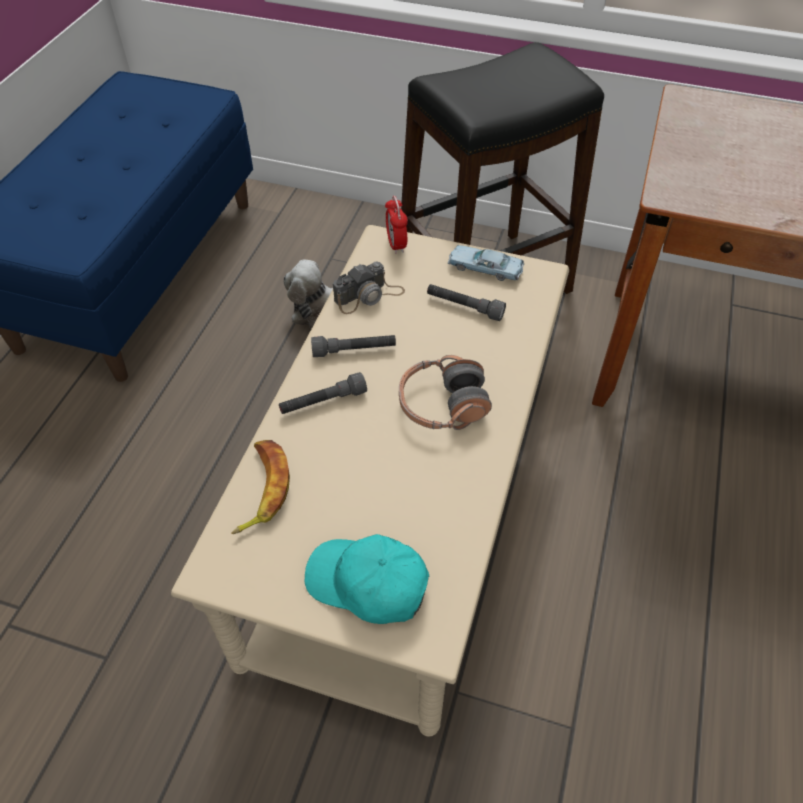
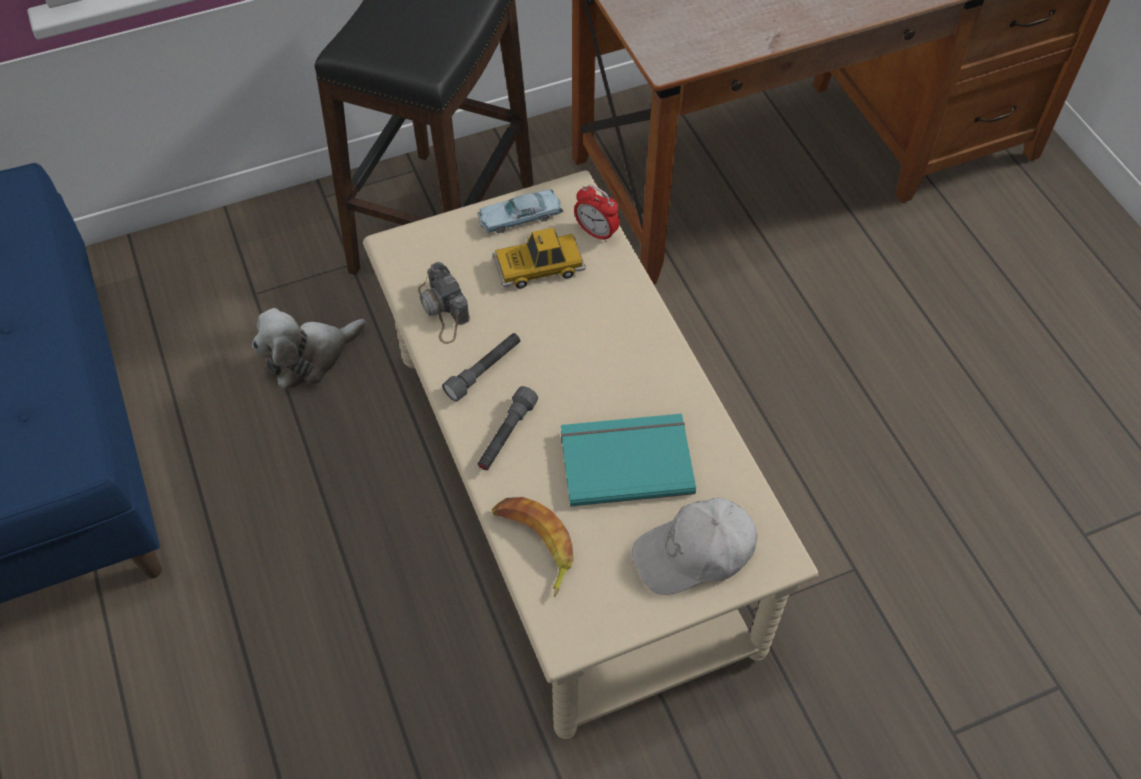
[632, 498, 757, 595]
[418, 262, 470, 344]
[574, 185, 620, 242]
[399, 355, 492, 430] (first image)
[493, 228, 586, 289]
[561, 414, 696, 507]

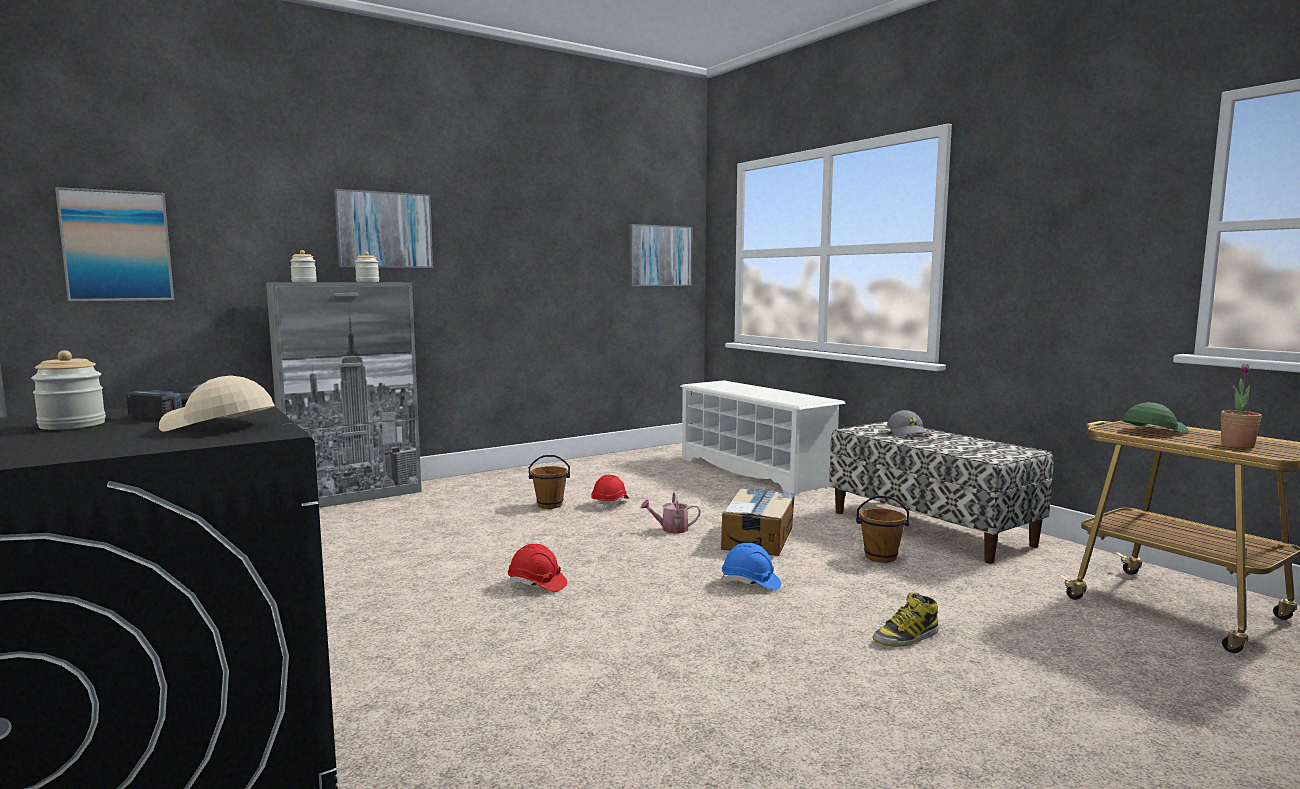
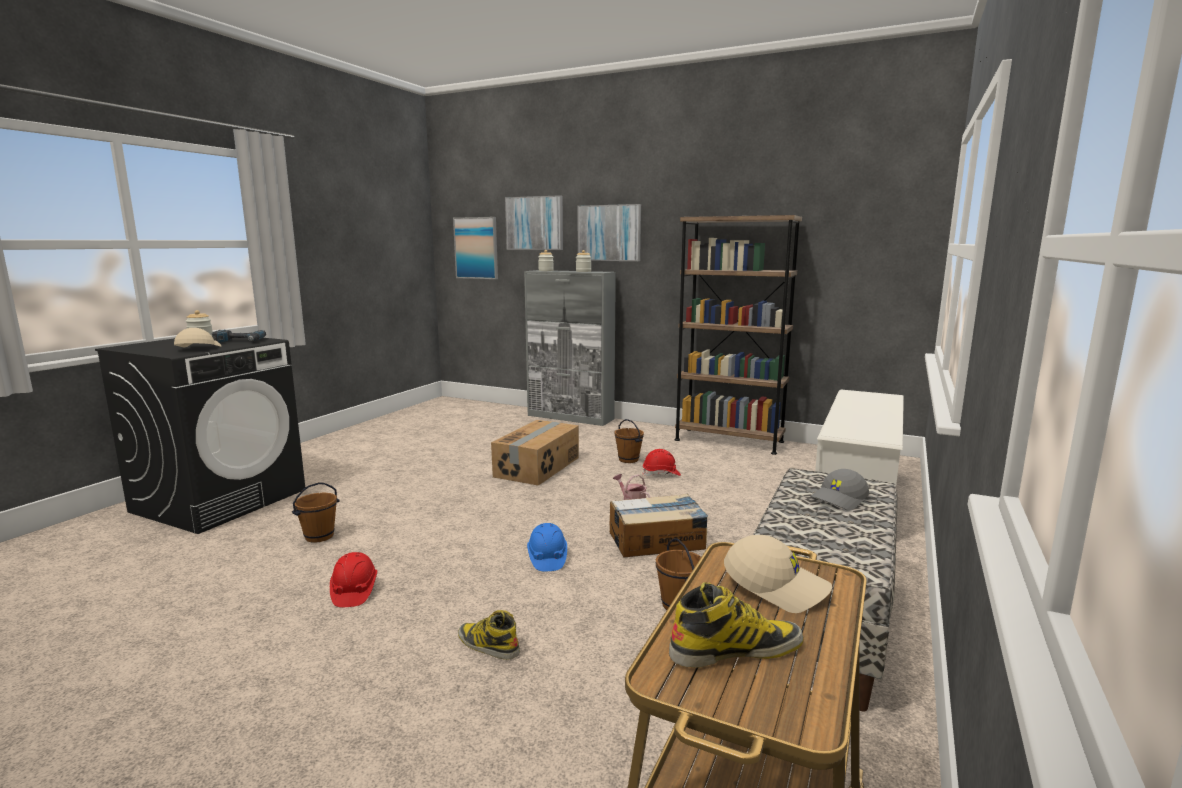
[330, 552, 377, 607]
[505, 195, 563, 250]
[724, 535, 832, 613]
[669, 582, 804, 668]
[292, 482, 340, 543]
[491, 420, 579, 486]
[674, 215, 802, 455]

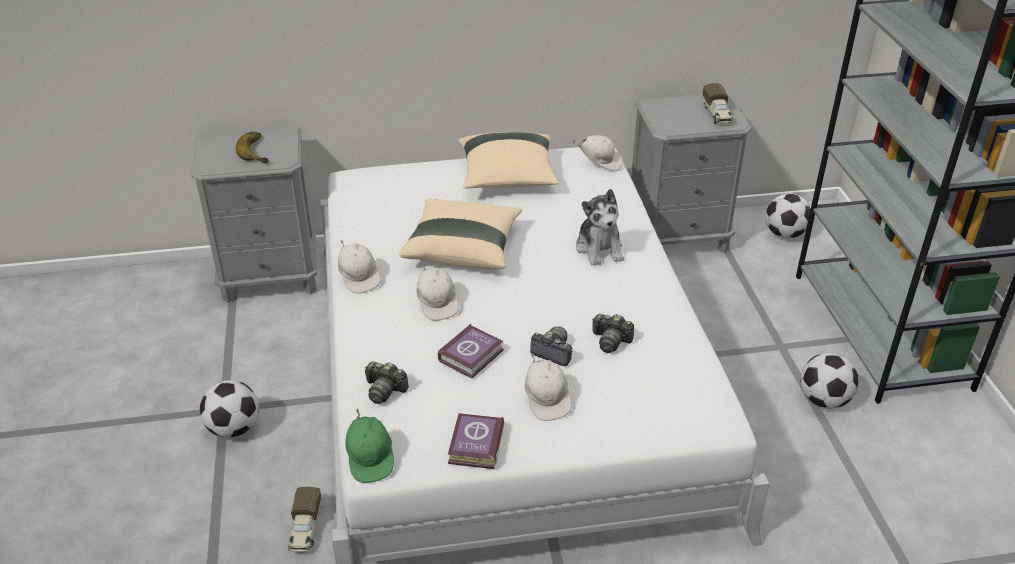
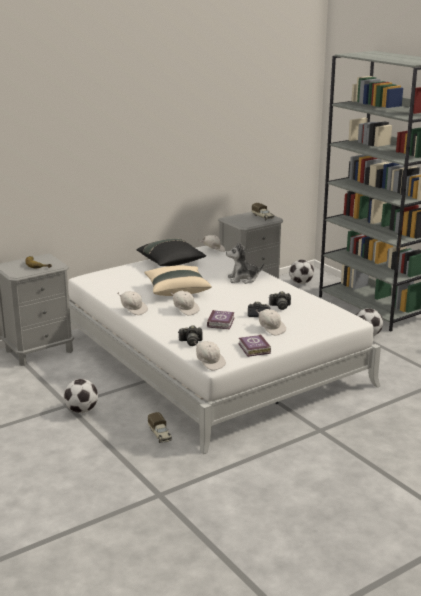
[194, 341, 226, 371]
[137, 238, 206, 266]
[226, 242, 264, 284]

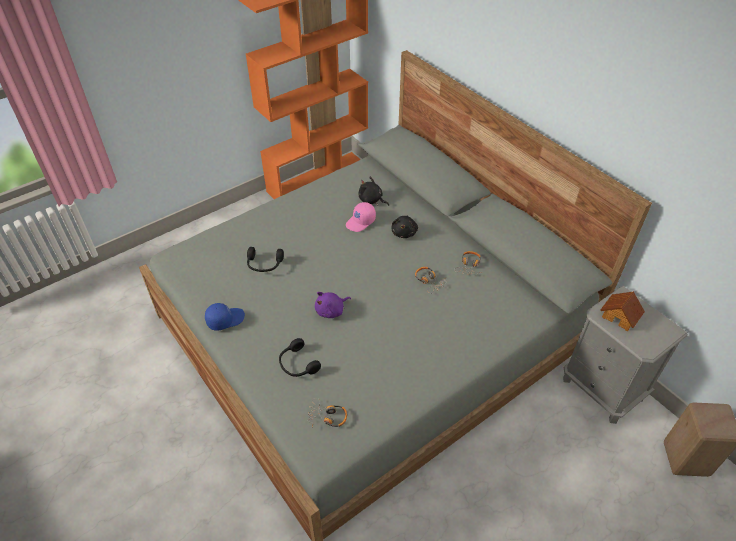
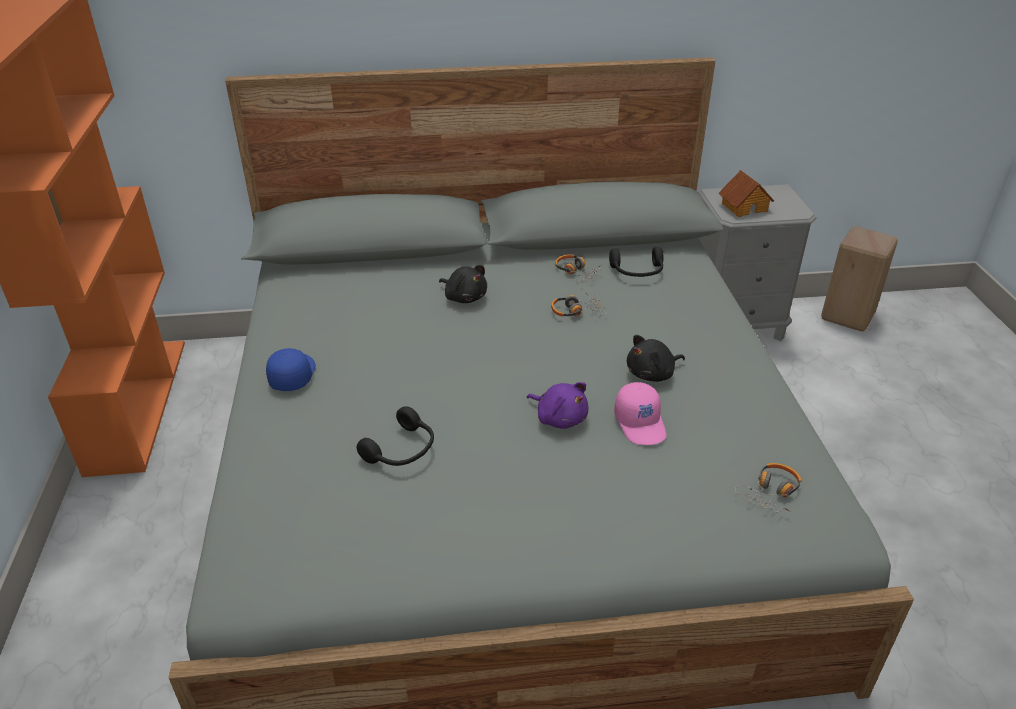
[266, 348, 316, 391]
[609, 247, 664, 277]
[527, 382, 588, 429]
[614, 382, 667, 445]
[627, 335, 685, 382]

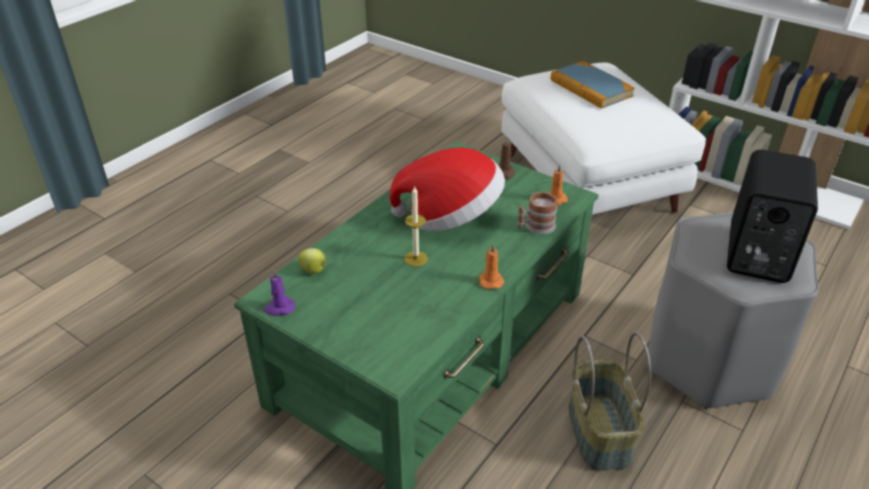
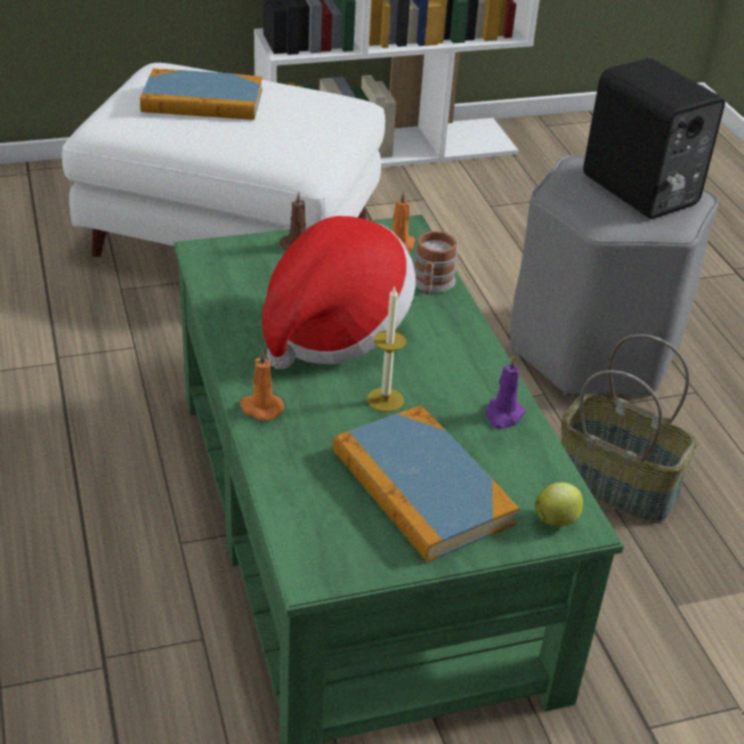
[485, 356, 525, 429]
[535, 482, 583, 526]
[240, 349, 284, 421]
[333, 405, 519, 563]

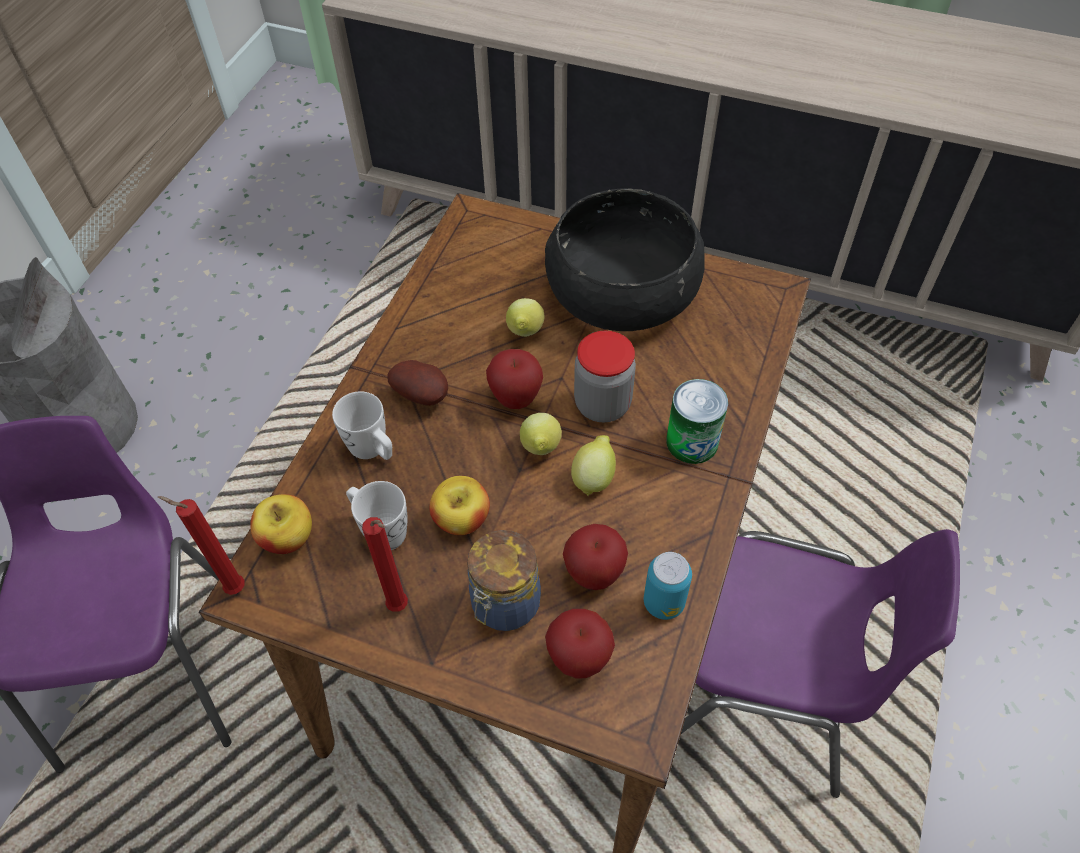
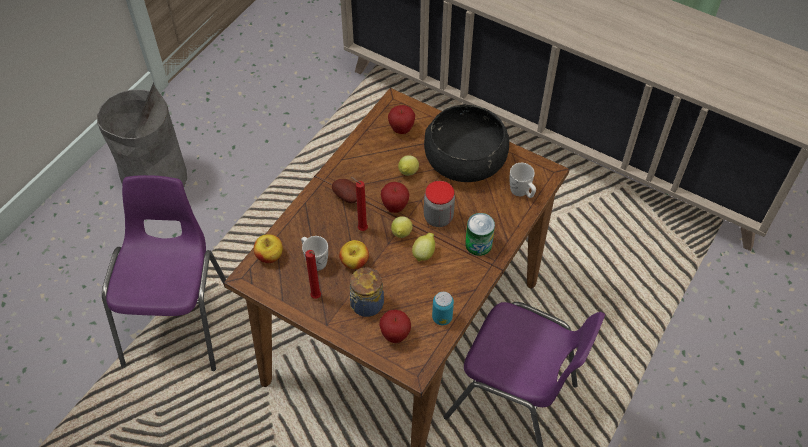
[351, 177, 368, 231]
[509, 163, 536, 198]
[388, 105, 415, 134]

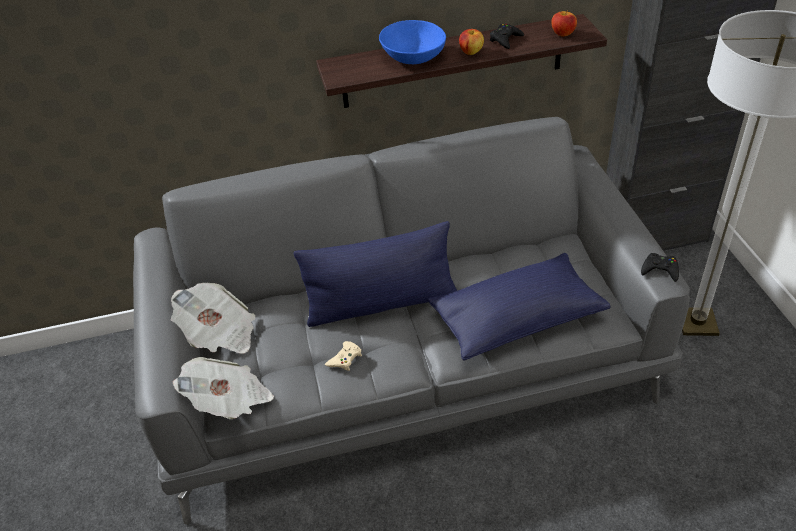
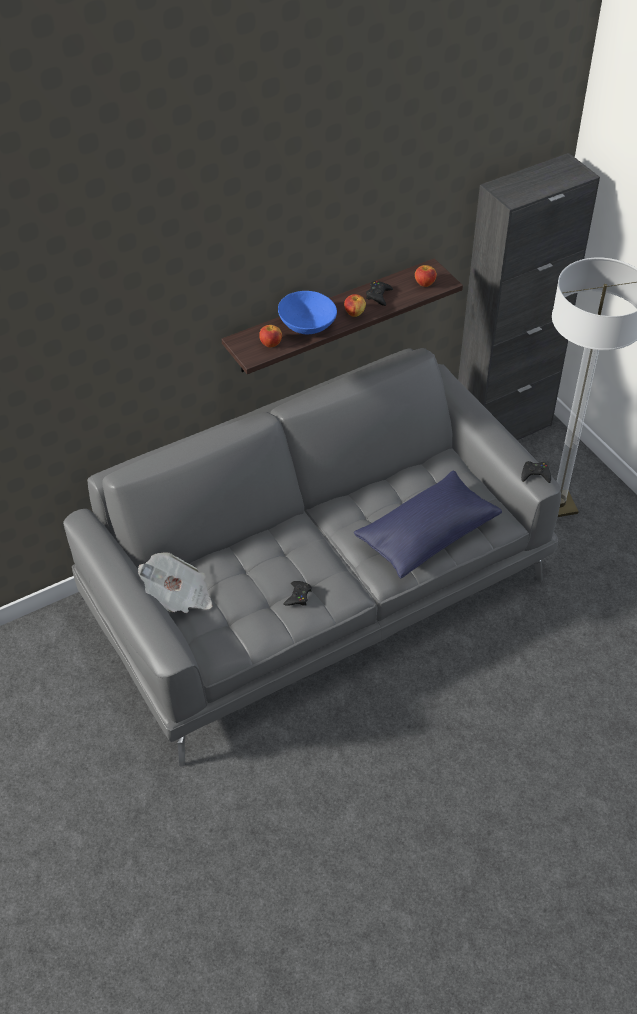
[173, 357, 274, 419] (first image)
[294, 221, 457, 327] (first image)
[283, 581, 311, 606]
[259, 325, 282, 348]

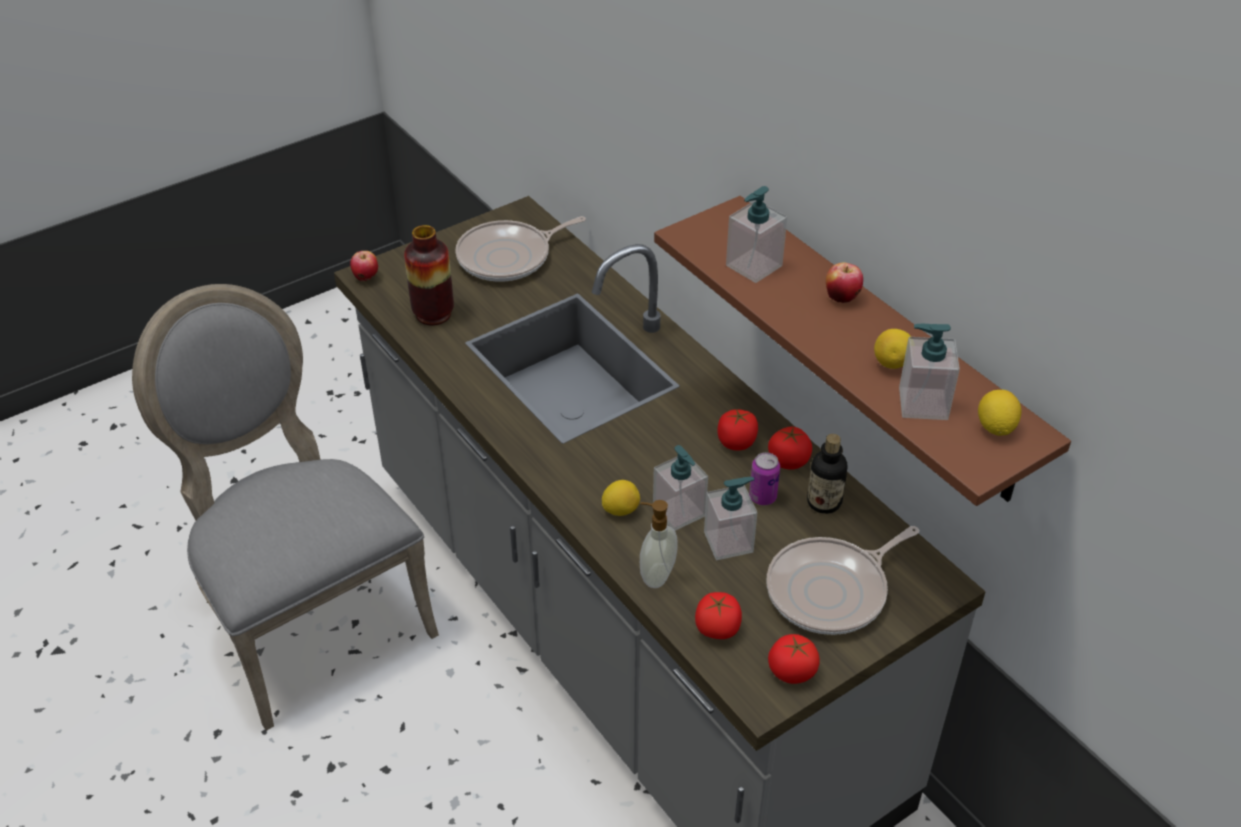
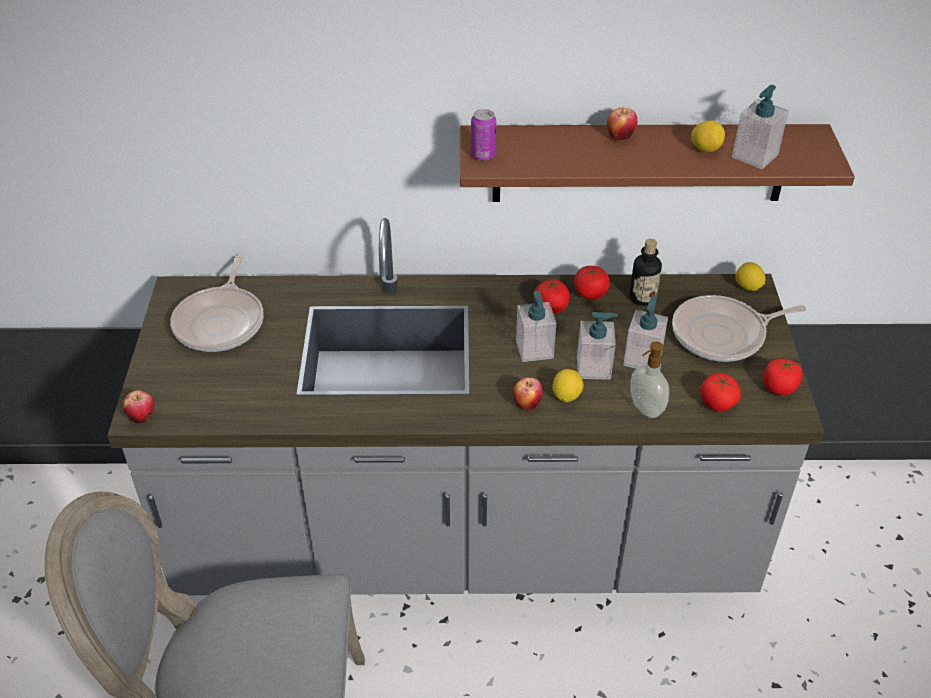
[404, 225, 454, 325] (first image)
[516, 291, 556, 362]
[471, 109, 496, 161]
[672, 295, 806, 362]
[736, 262, 765, 291]
[513, 377, 543, 410]

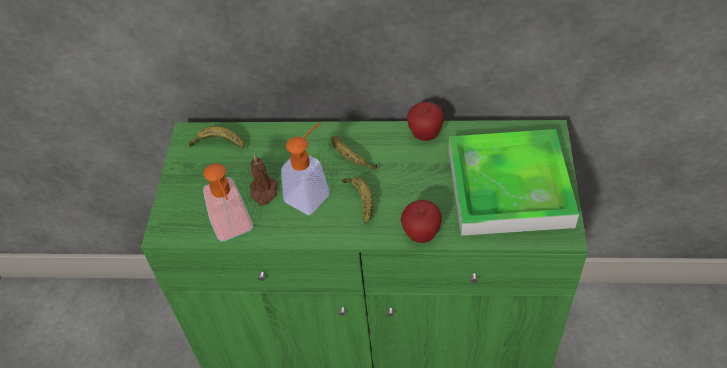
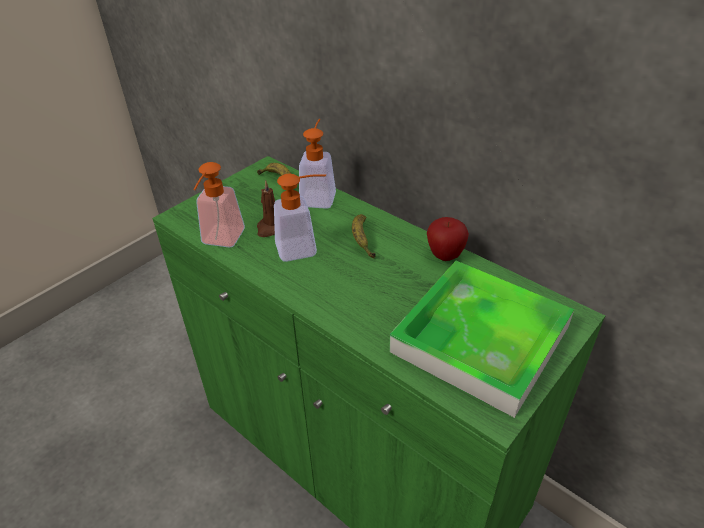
[342, 177, 373, 224] (first image)
[401, 200, 442, 243] (first image)
[299, 119, 336, 209]

